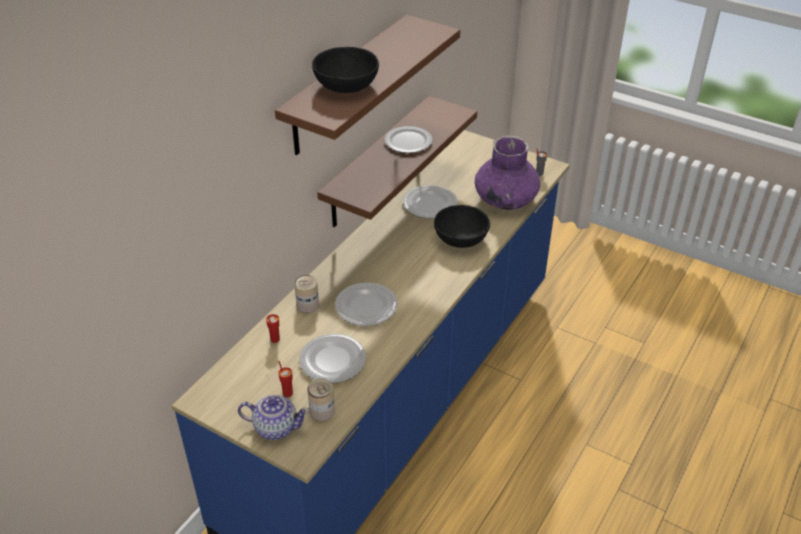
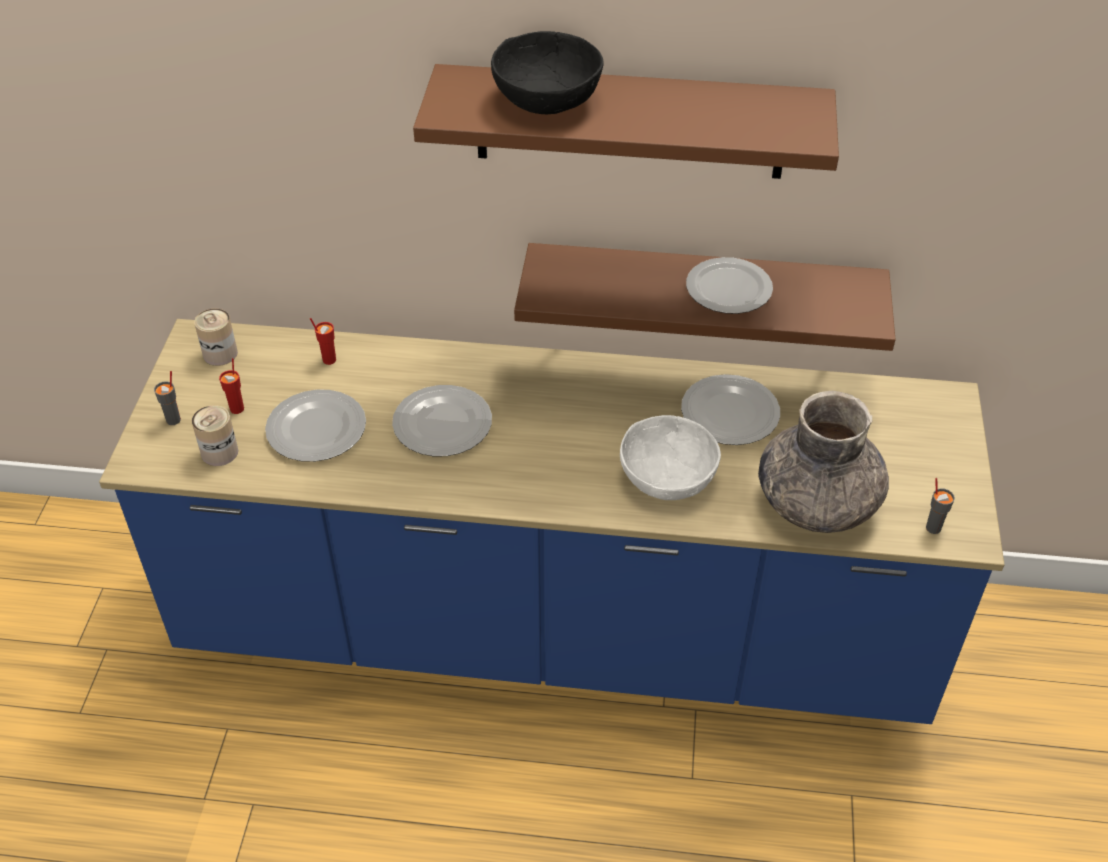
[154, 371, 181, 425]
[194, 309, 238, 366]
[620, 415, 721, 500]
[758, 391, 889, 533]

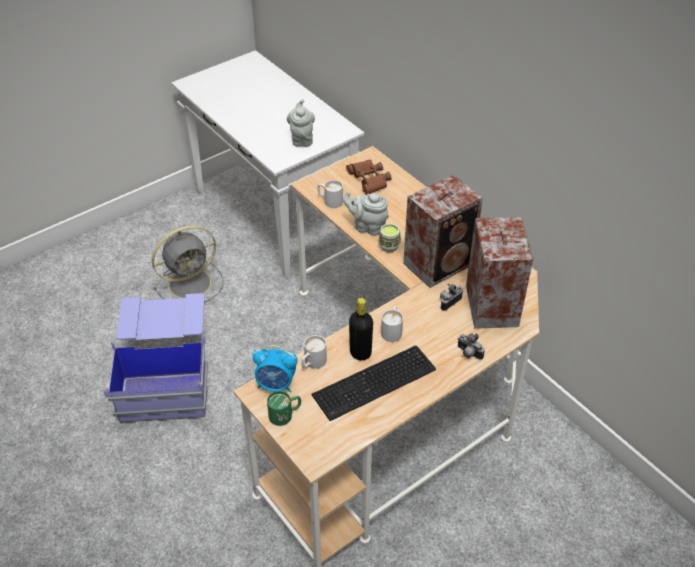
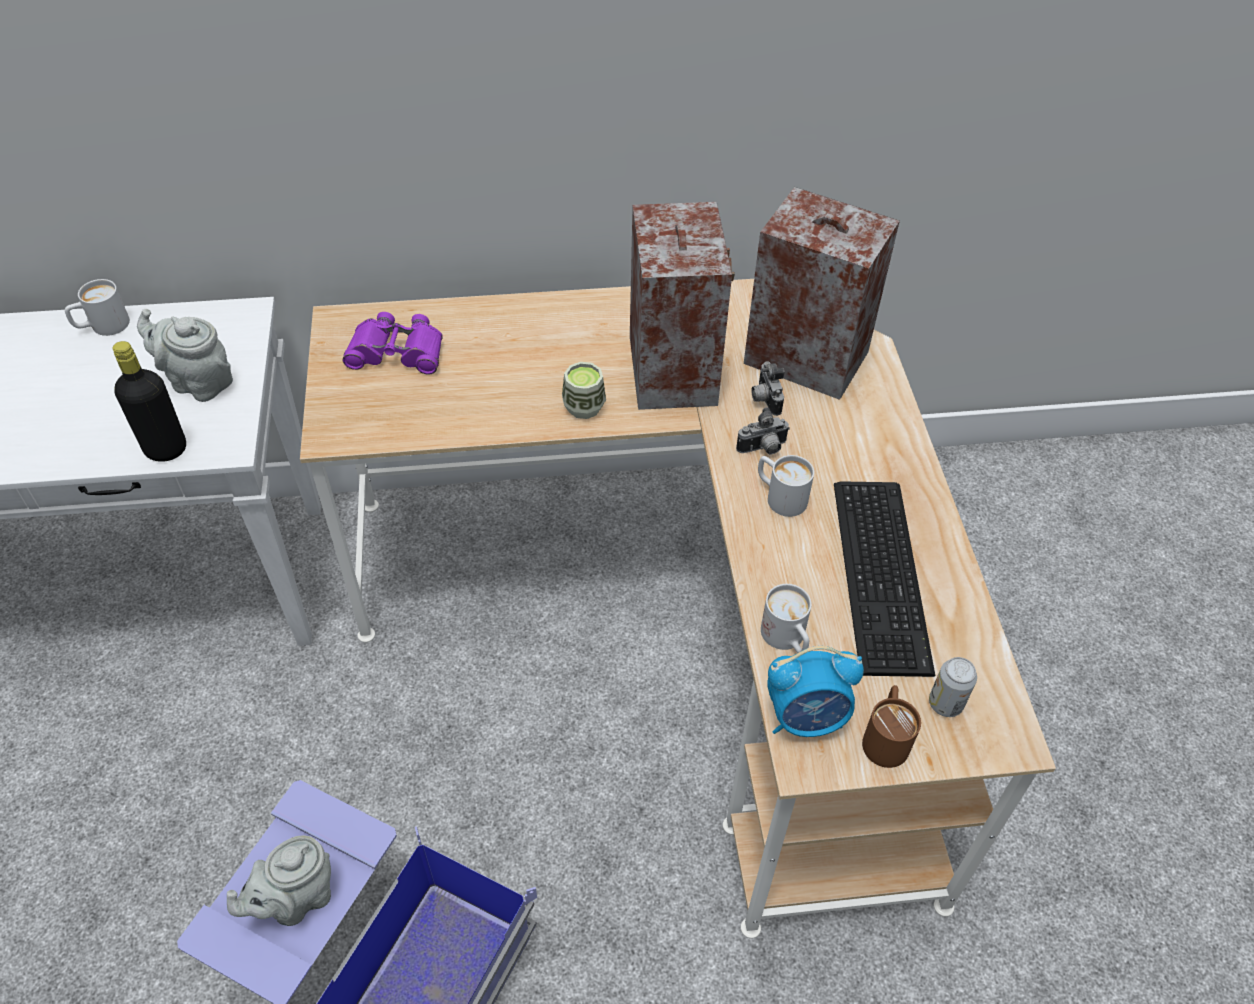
[152, 225, 223, 302] (first image)
[767, 646, 864, 737]
[862, 685, 921, 768]
[65, 279, 130, 336]
[227, 835, 331, 926]
[343, 312, 443, 375]
[112, 341, 186, 462]
[736, 407, 790, 455]
[929, 657, 977, 717]

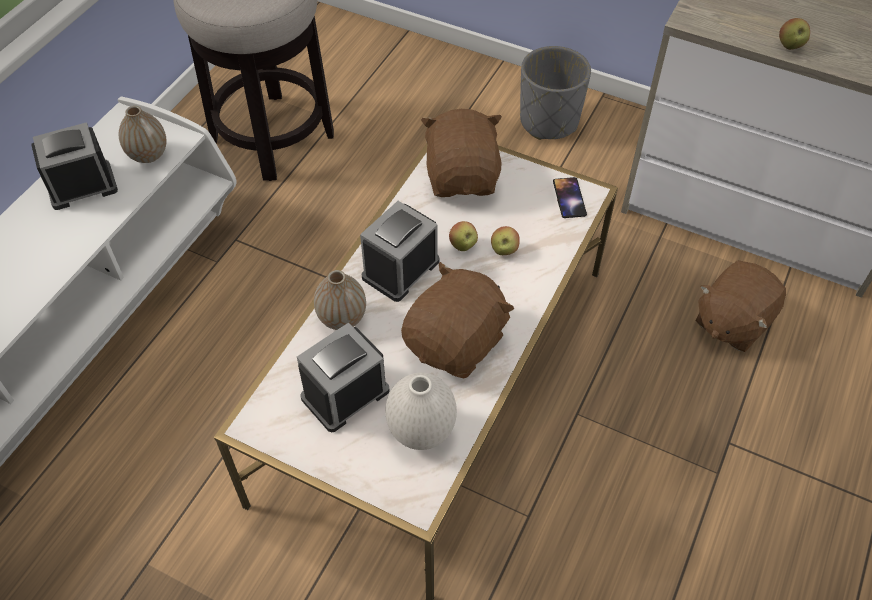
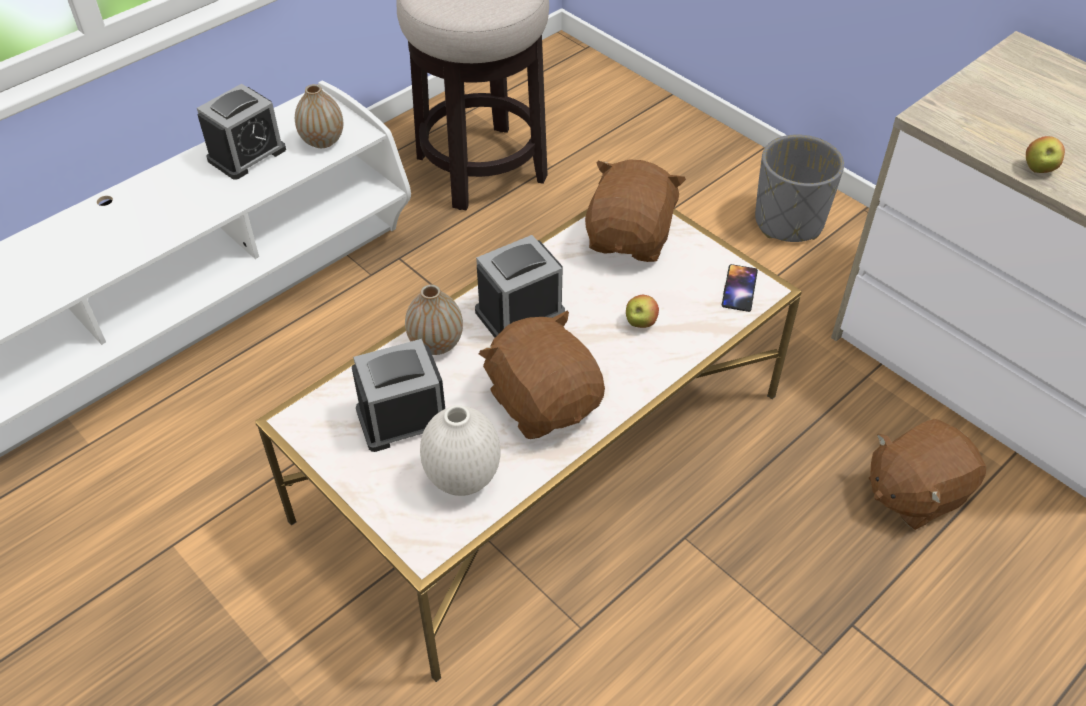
[197, 84, 286, 180]
[479, 311, 605, 439]
[449, 221, 478, 251] (first image)

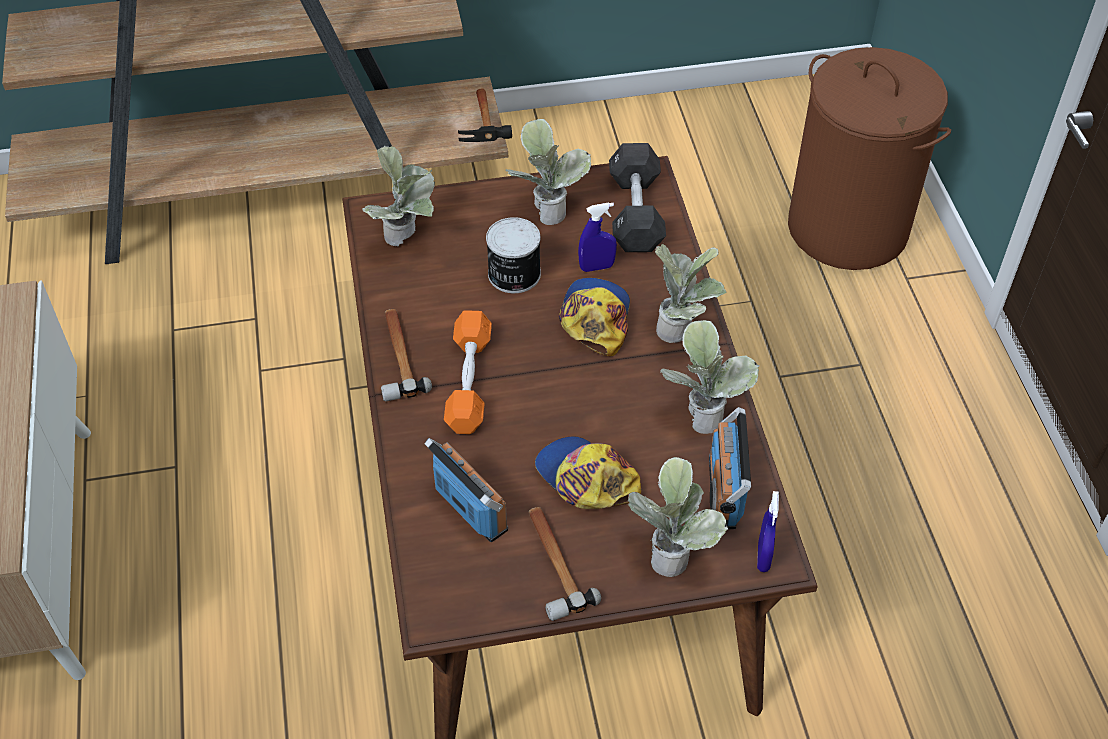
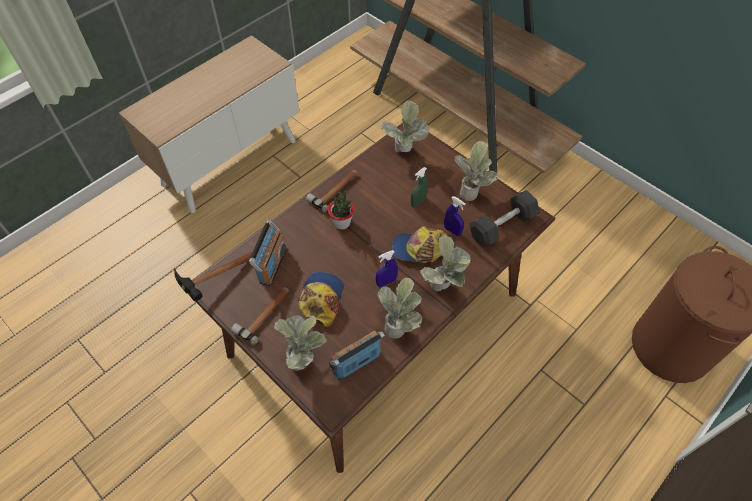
[327, 190, 354, 230]
[174, 252, 253, 301]
[411, 167, 428, 207]
[392, 226, 447, 263]
[376, 250, 398, 287]

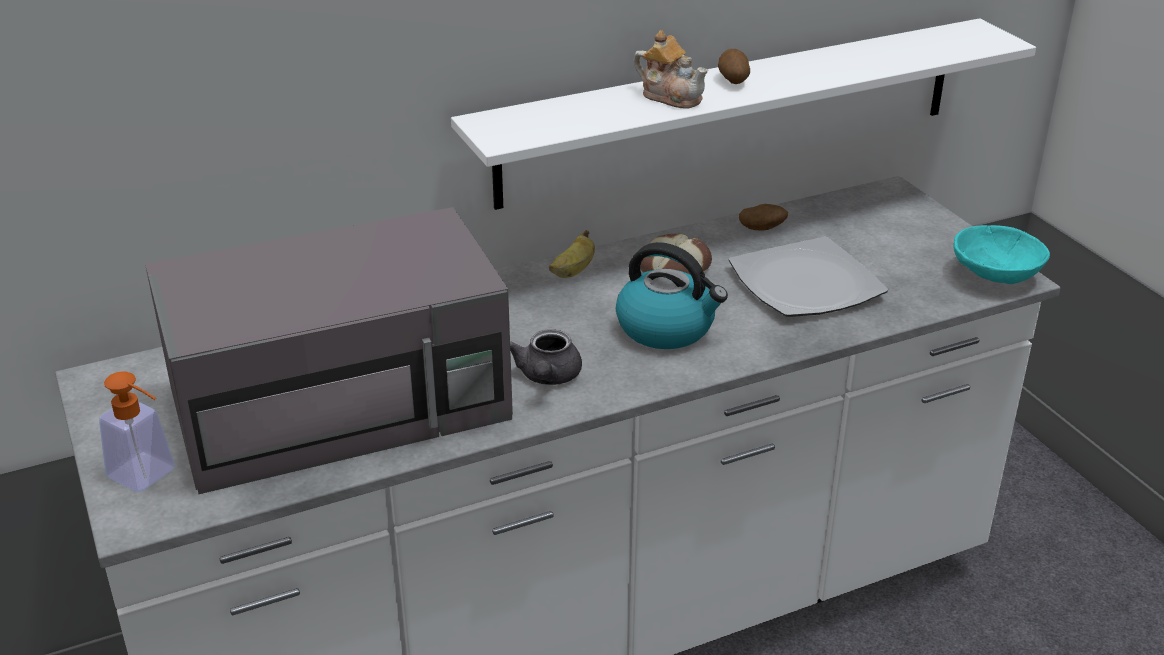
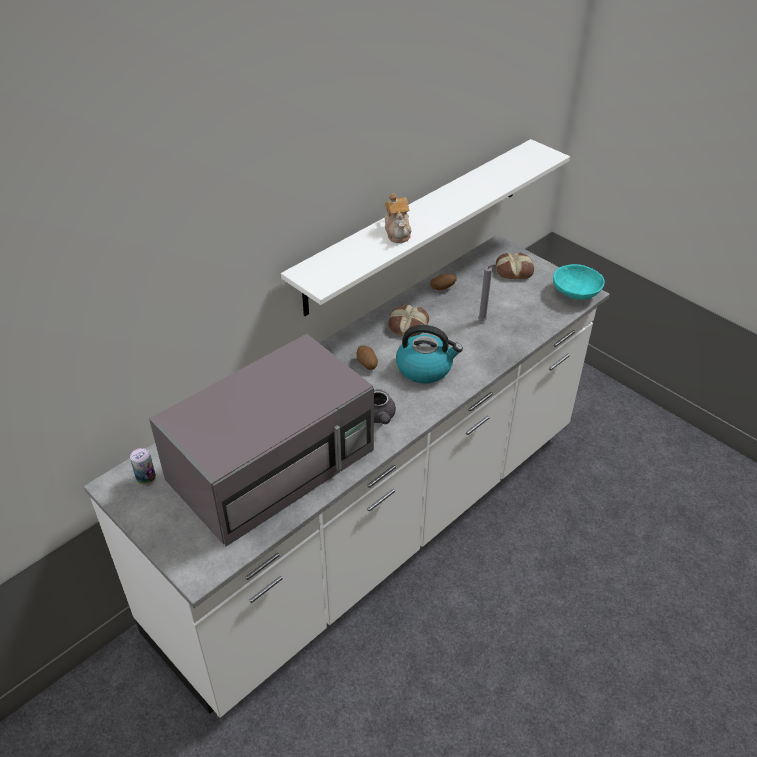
[99, 372, 175, 492] (first image)
[549, 230, 595, 278] (first image)
[385, 193, 411, 243]
[357, 345, 378, 370]
[478, 265, 495, 321]
[130, 448, 156, 487]
[496, 252, 534, 279]

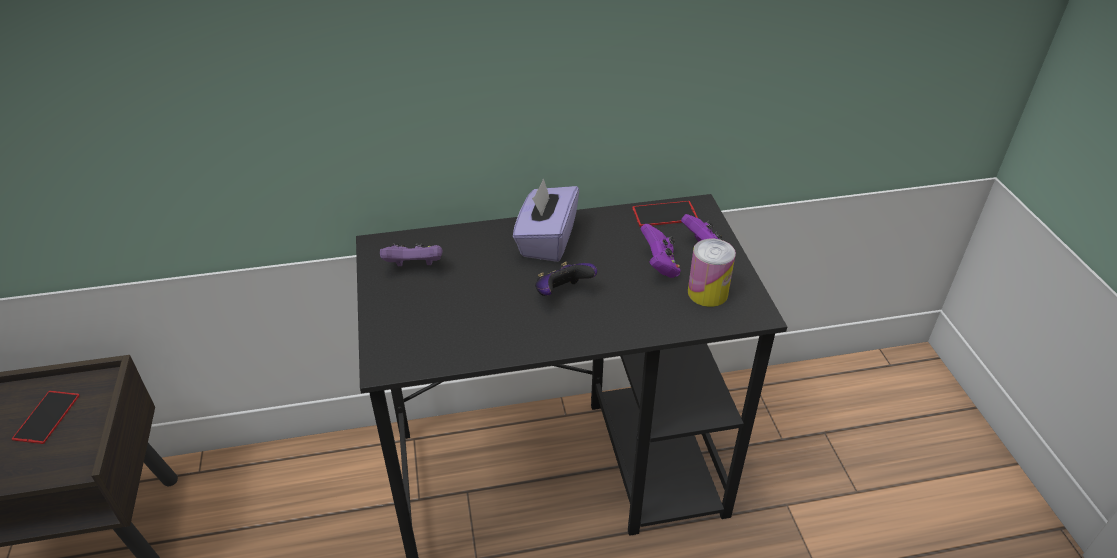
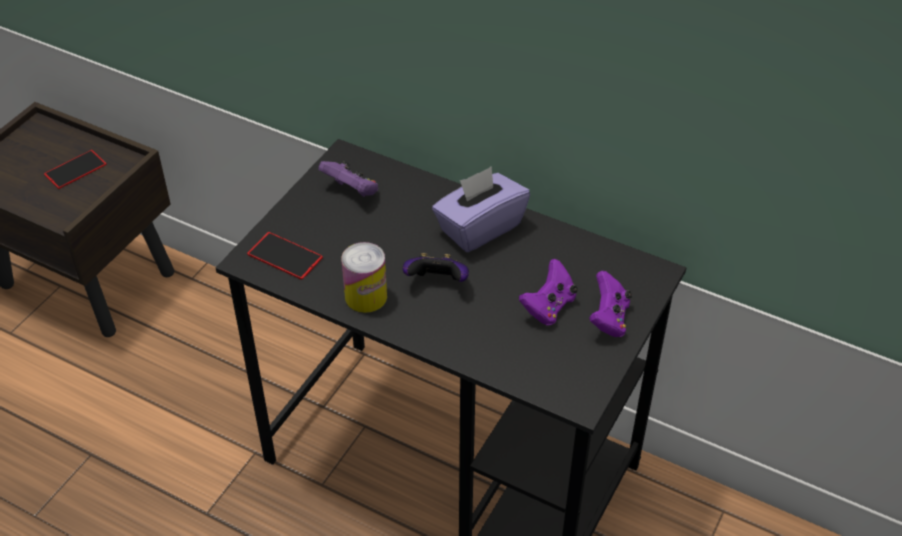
[247, 232, 323, 280]
[341, 242, 387, 313]

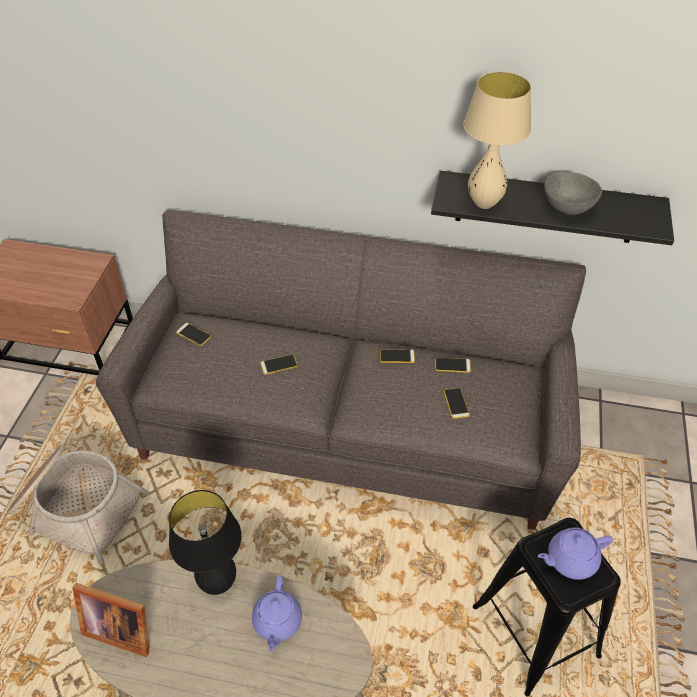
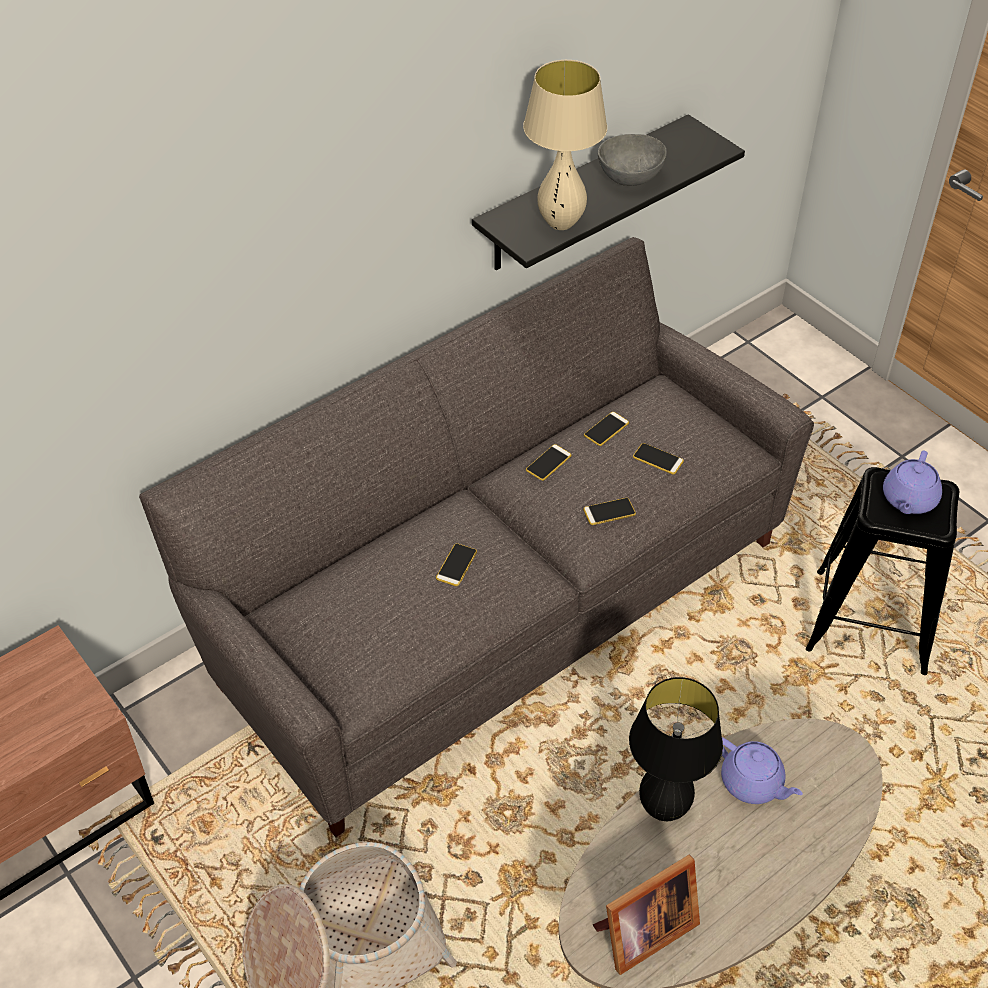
[583, 498, 636, 525]

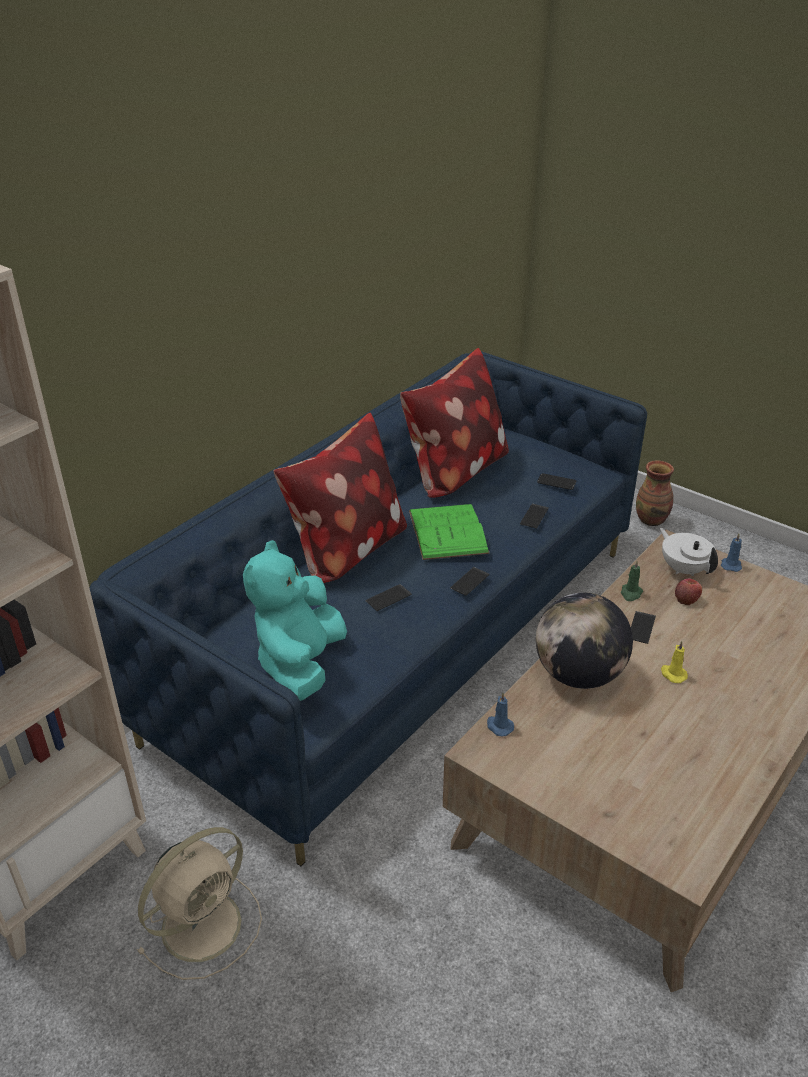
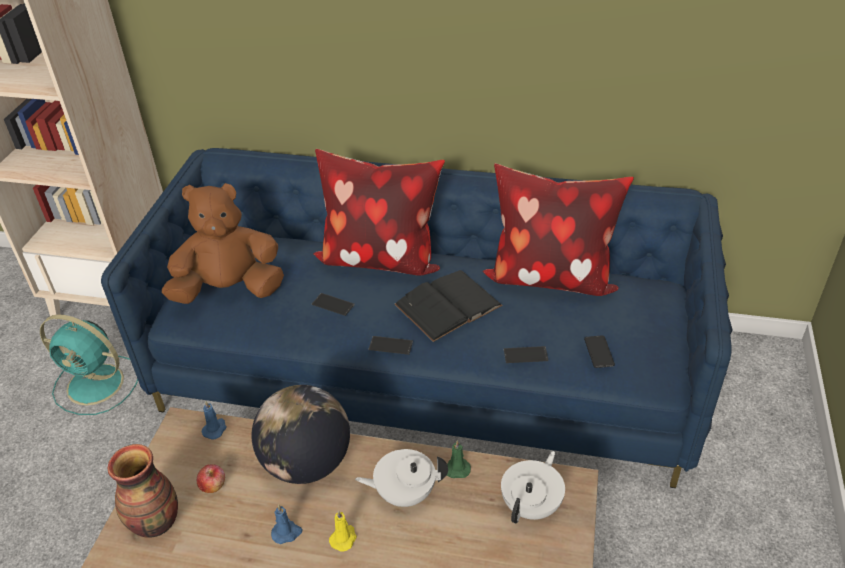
[40, 315, 138, 415]
[162, 183, 284, 304]
[395, 270, 502, 342]
[355, 449, 448, 507]
[107, 444, 178, 538]
[197, 464, 225, 493]
[271, 505, 302, 544]

